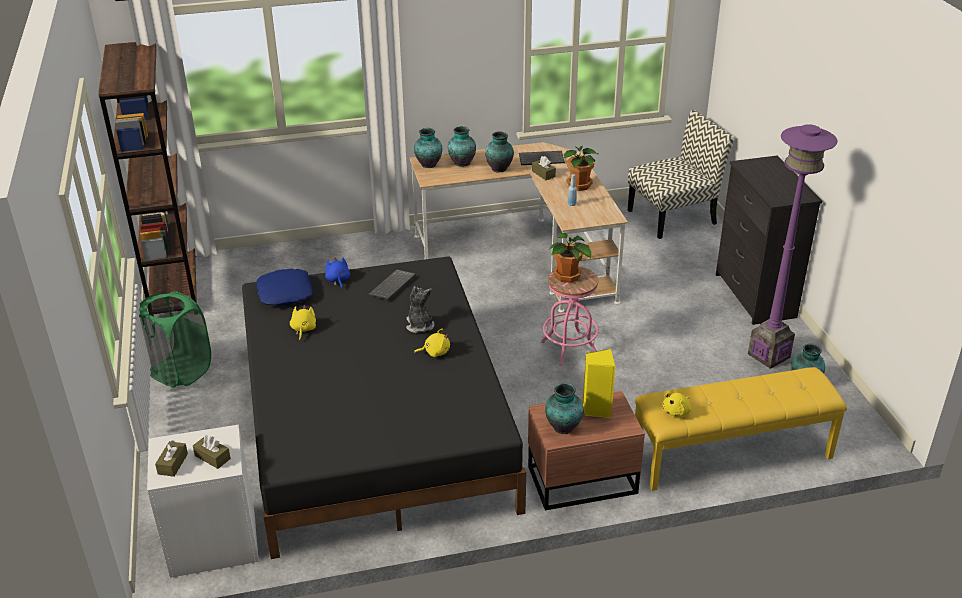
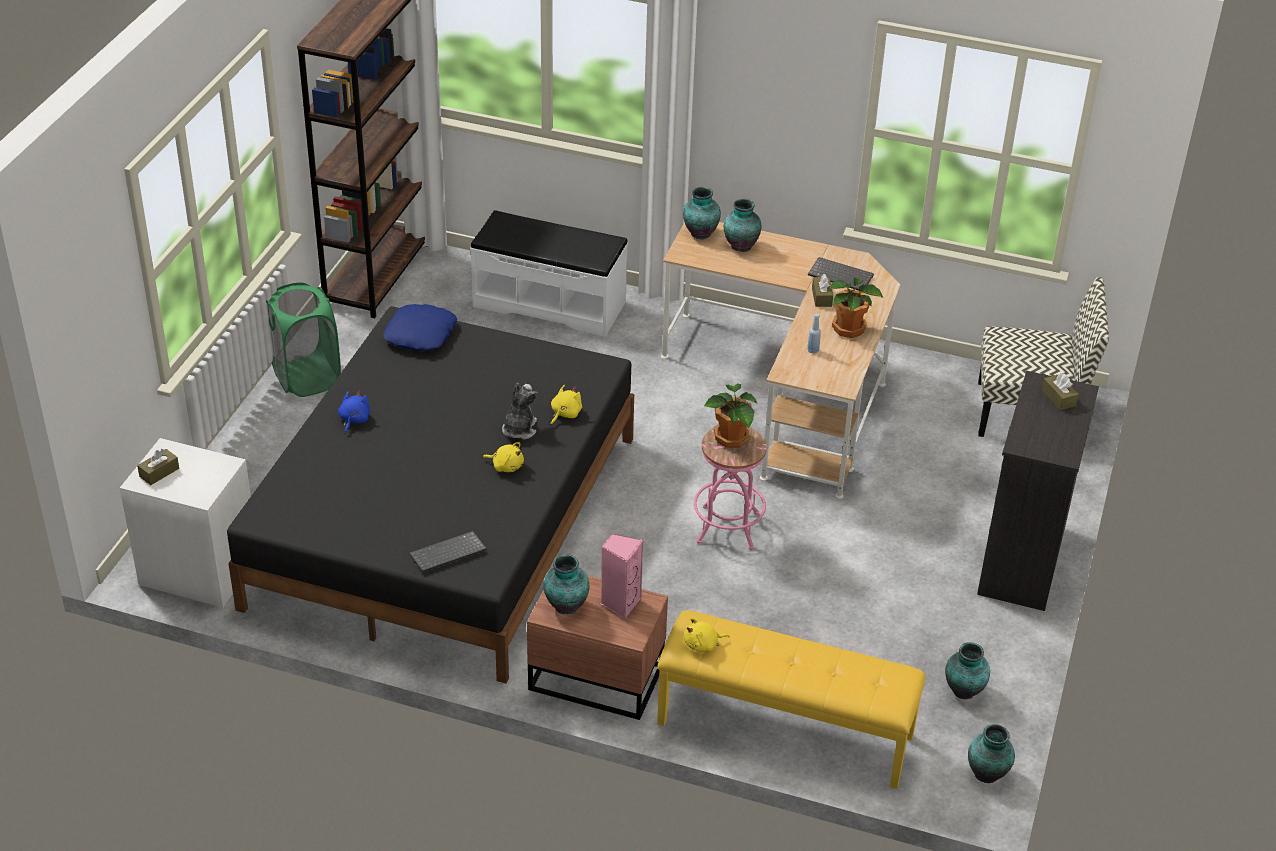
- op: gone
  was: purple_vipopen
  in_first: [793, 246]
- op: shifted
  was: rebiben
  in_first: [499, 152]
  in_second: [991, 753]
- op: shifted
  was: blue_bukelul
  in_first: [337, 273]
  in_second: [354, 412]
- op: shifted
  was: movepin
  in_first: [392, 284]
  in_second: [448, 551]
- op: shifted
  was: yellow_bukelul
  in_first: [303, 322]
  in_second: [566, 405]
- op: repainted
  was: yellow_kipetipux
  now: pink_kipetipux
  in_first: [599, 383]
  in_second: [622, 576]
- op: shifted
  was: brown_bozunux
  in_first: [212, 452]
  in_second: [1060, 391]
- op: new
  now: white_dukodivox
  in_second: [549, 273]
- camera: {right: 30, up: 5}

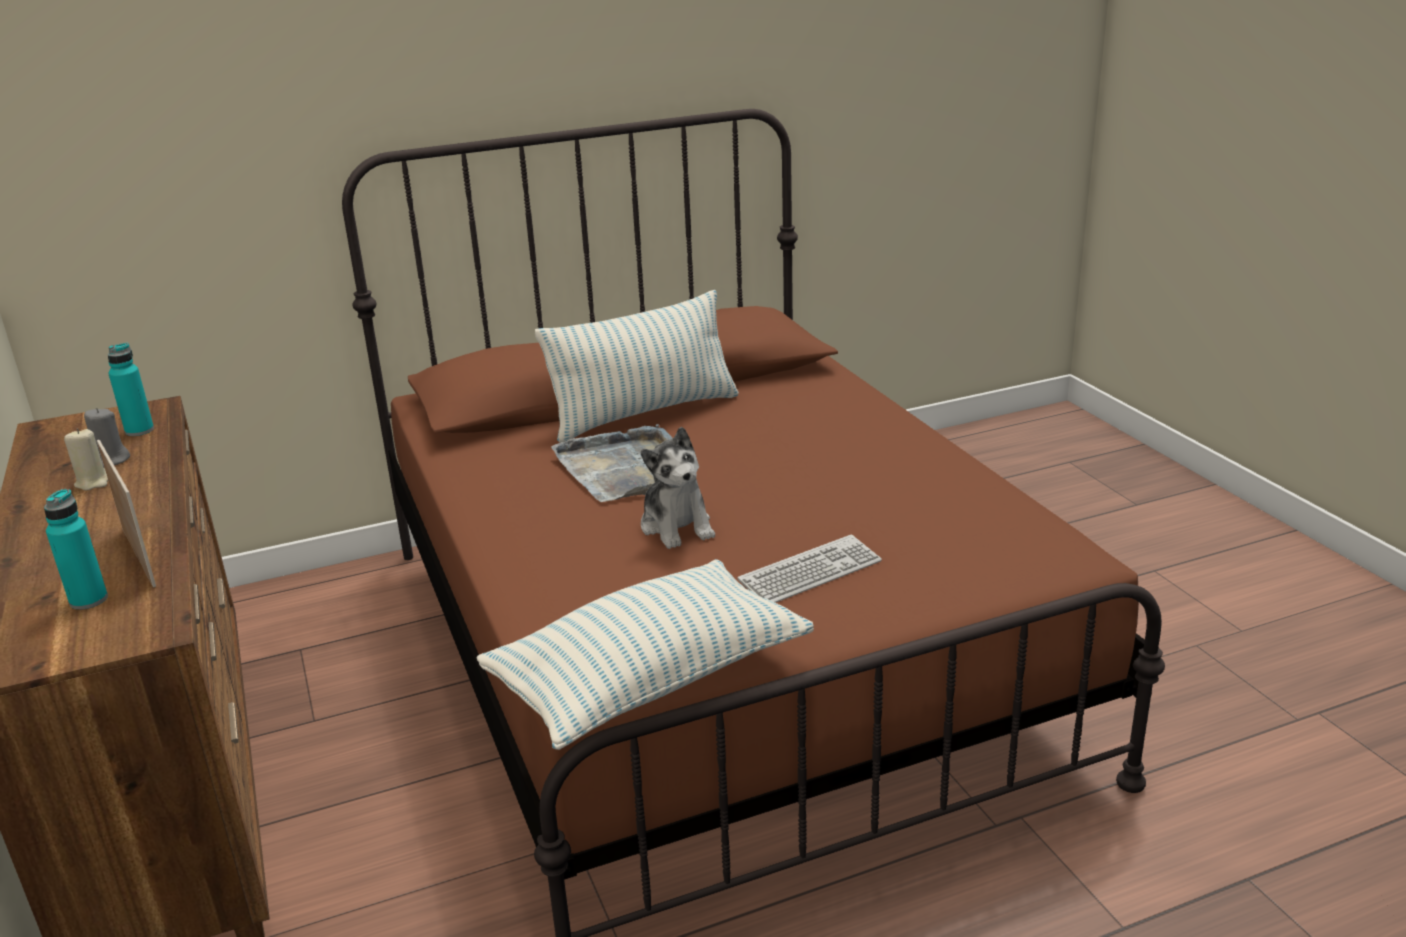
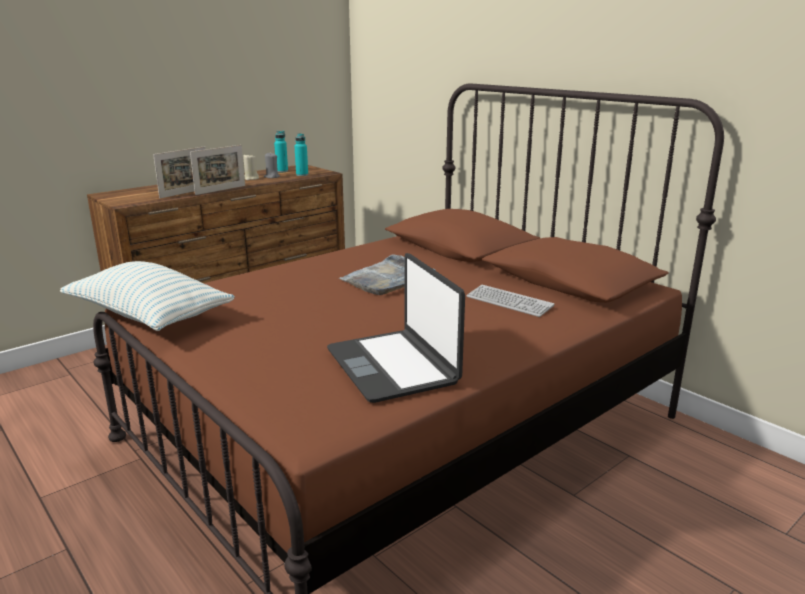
- op: gone
  was: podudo
  in_first: [637, 366]
- op: gone
  was: bukelul
  in_first: [678, 488]
- op: shifted
  was: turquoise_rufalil
  in_first: [76, 549]
  in_second: [281, 151]
- op: shifted
  was: movepin
  in_first: [810, 569]
  in_second: [510, 301]
- op: new
  now: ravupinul
  in_second: [217, 170]
- op: new
  now: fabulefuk
  in_second: [396, 328]
- camera: {right: 70, up: -5}

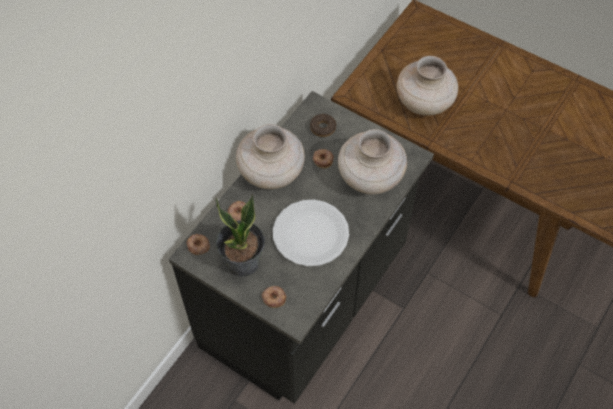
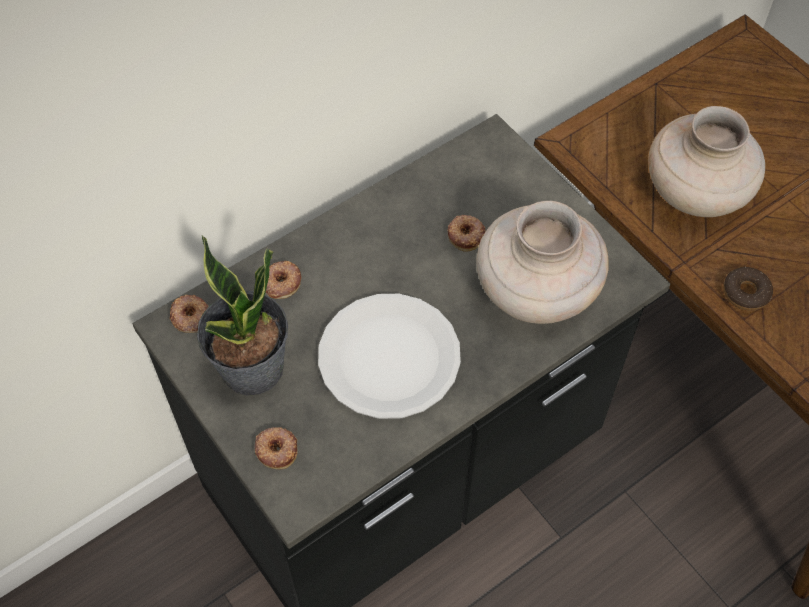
- op: shifted
  was: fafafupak
  in_first: [323, 125]
  in_second: [748, 289]
- op: gone
  was: beige_rebiben
  in_first: [270, 156]
- camera: {right: 20, up: 0}

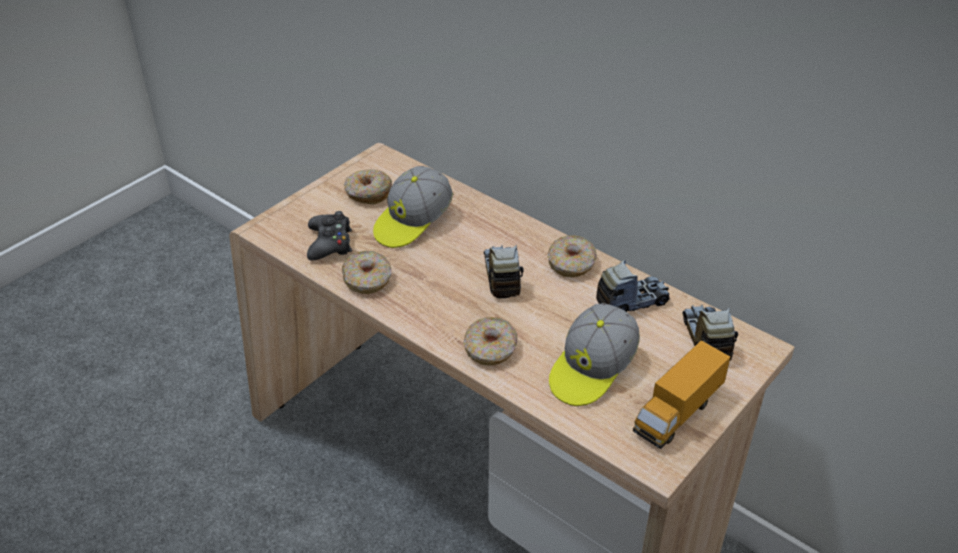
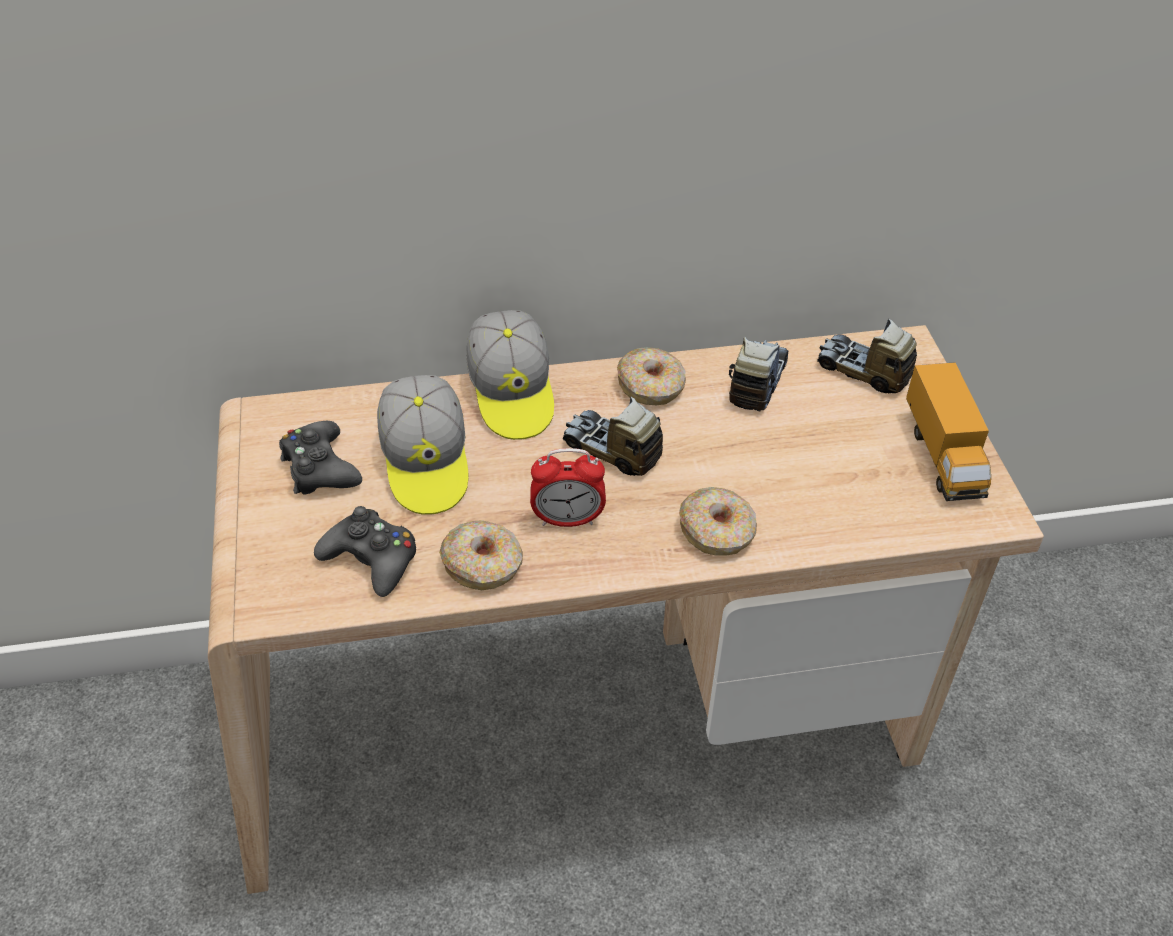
- op: swapped
  was: fafafupak
  now: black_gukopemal
  in_first: [368, 186]
  in_second: [320, 458]
- op: shifted
  was: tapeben
  in_first: [594, 354]
  in_second: [510, 375]
- op: new
  now: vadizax
  in_second: [568, 487]
- camera: {right: -50, up: 5}

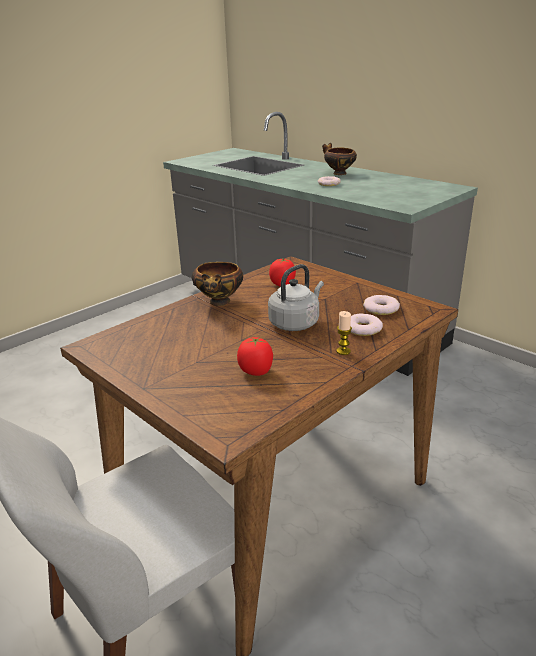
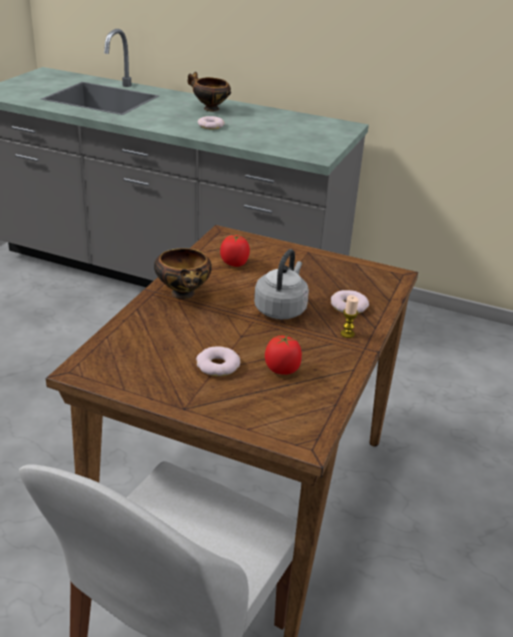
- op: shifted
  was: fafafupak
  in_first: [381, 305]
  in_second: [218, 361]
- camera: {right: -25, up: 5}

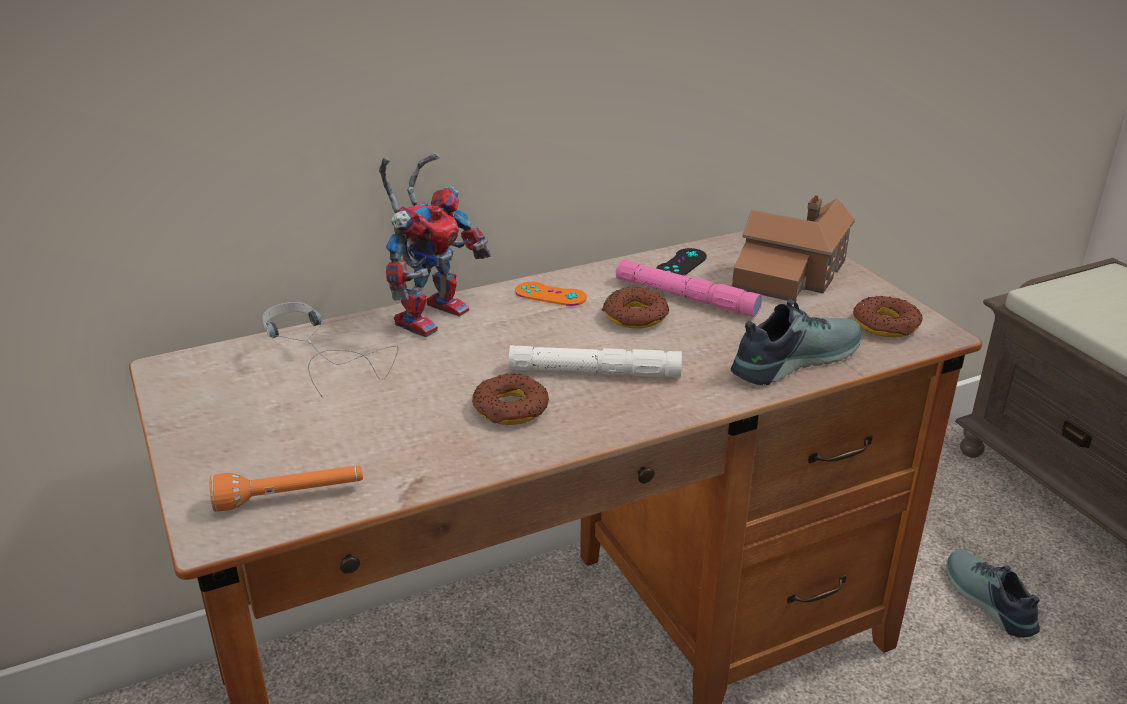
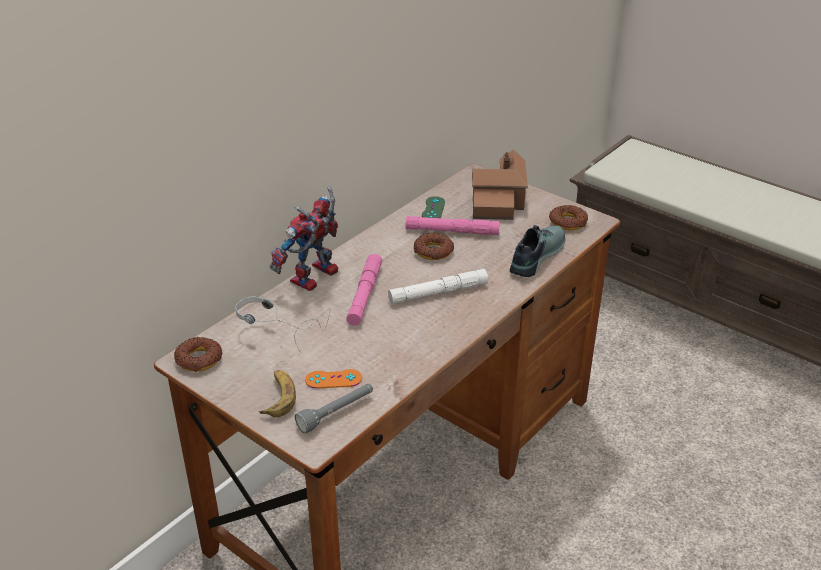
- op: rotated
  was: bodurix
  in_first: [435, 245]
  in_second: [304, 239]
  clockwise: -150
- op: repainted
  was: black_gukopemal
  now: green_gukopemal
  in_first: [681, 262]
  in_second: [433, 207]
- op: shifted
  was: orange_gukopemal
  in_first: [551, 294]
  in_second: [333, 379]
- op: shifted
  was: fafafupak
  in_first: [510, 399]
  in_second: [198, 354]
- op: repainted
  was: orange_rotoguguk
  now: grey_rotoguguk
  in_first: [286, 488]
  in_second: [334, 408]
- op: gone
  was: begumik
  in_first: [993, 594]
- op: new
  now: pink_rotoguguk
  in_second: [364, 290]
- op: new
  now: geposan
  in_second: [277, 393]
- camera: {right: -25, up: 5}

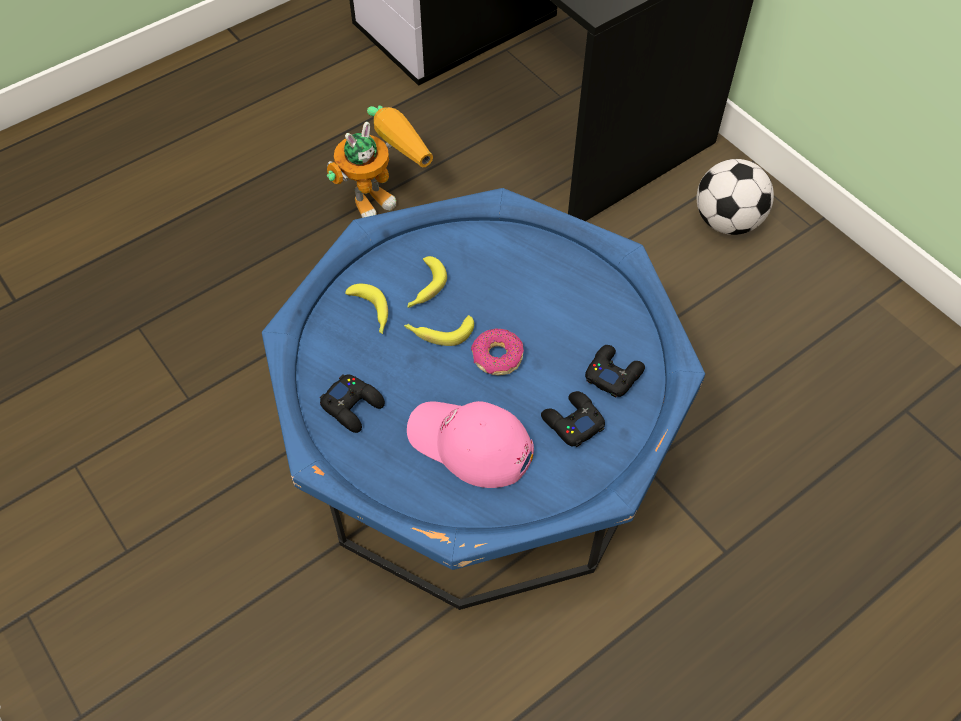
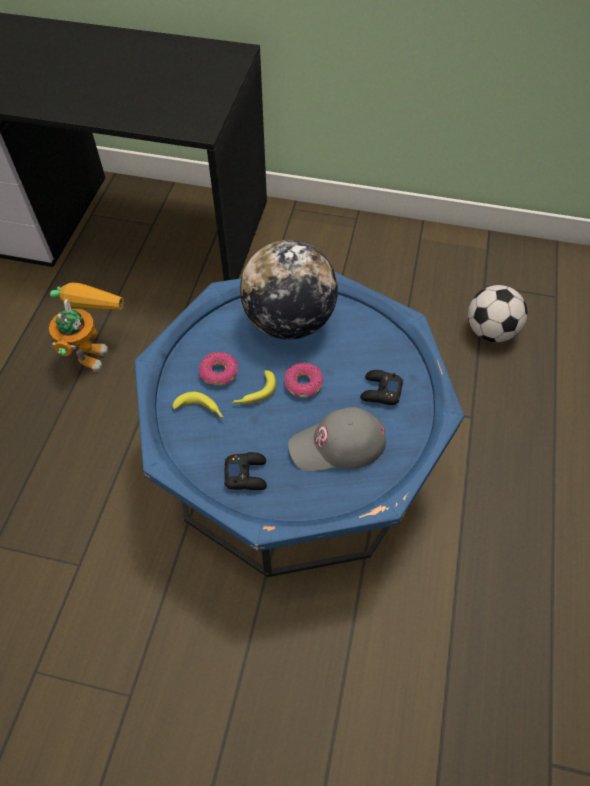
- op: shifted
  was: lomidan
  in_first: [735, 197]
  in_second: [497, 313]
- op: swapped
  was: geposan
  now: fafafupak
  in_first: [427, 282]
  in_second: [218, 369]
- op: gone
  was: black_gukopemal
  in_first: [615, 371]
- op: repainted
  was: pink_tapeben
  now: grey_tapeben
  in_first: [470, 444]
  in_second: [337, 439]
- op: new
  now: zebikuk
  in_second: [289, 290]
- camera: {right: -40, up: 0}

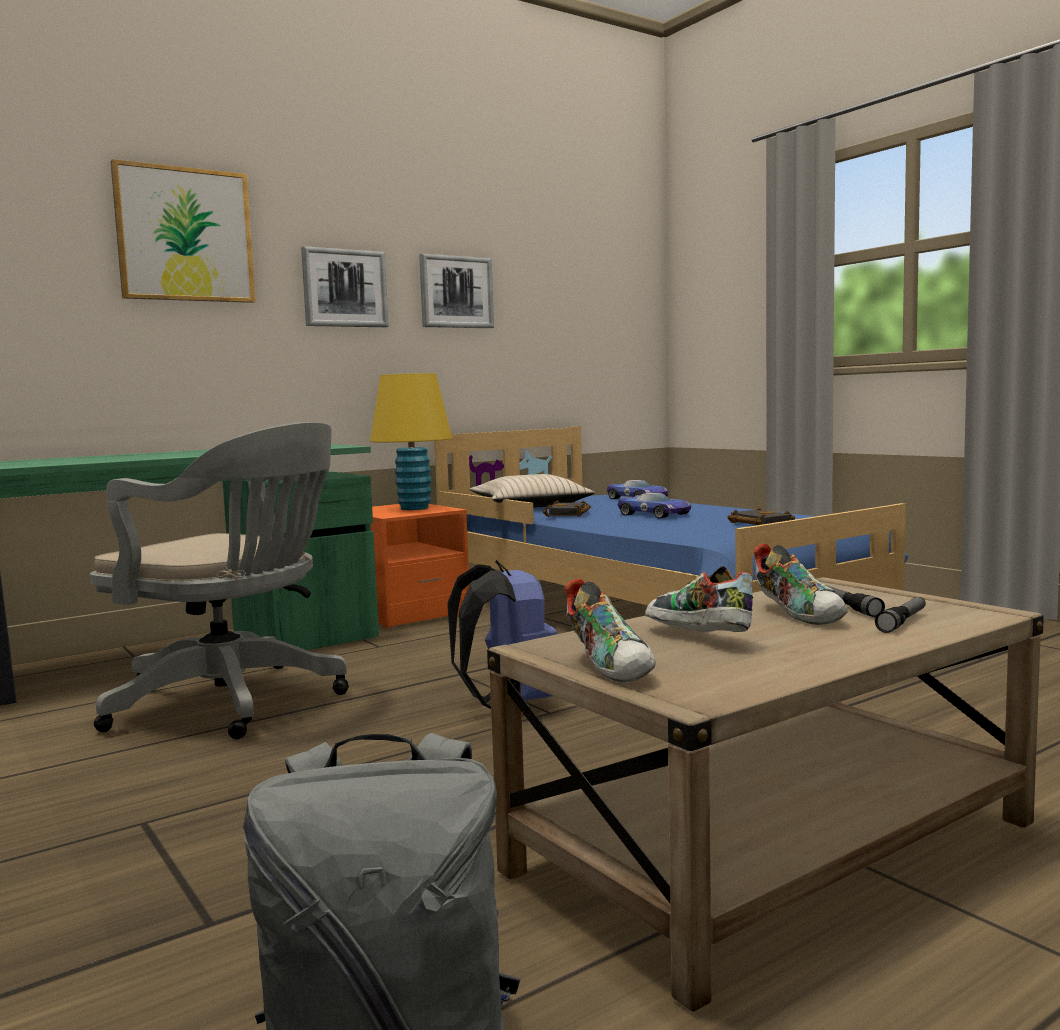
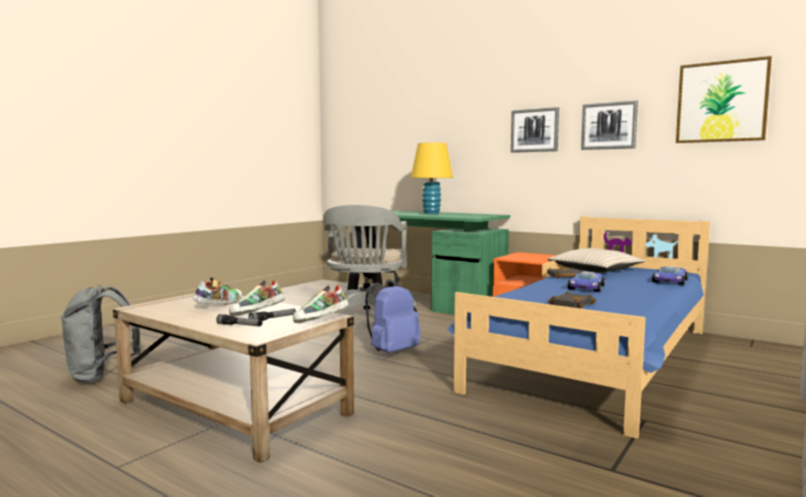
- op: shifted
  was: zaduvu
  in_first: [183, 231]
  in_second: [724, 99]
- op: shifted
  was: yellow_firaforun
  in_first: [411, 441]
  in_second: [432, 178]
- op: shifted
  was: begumik
  in_first: [610, 631]
  in_second: [321, 304]
- camera: {right: 70, up: 0}

